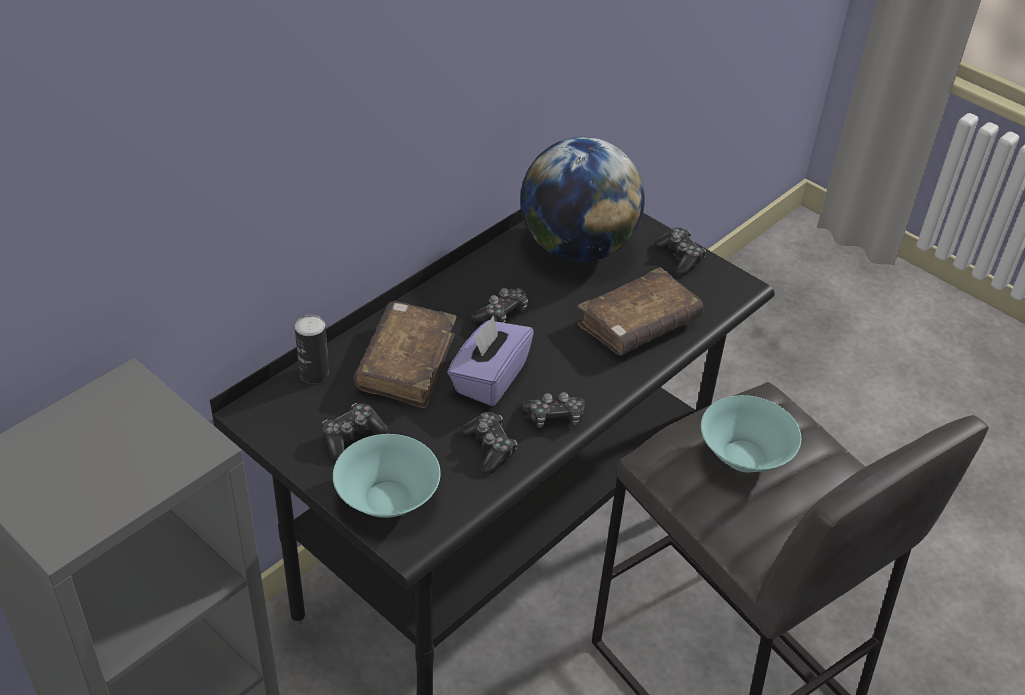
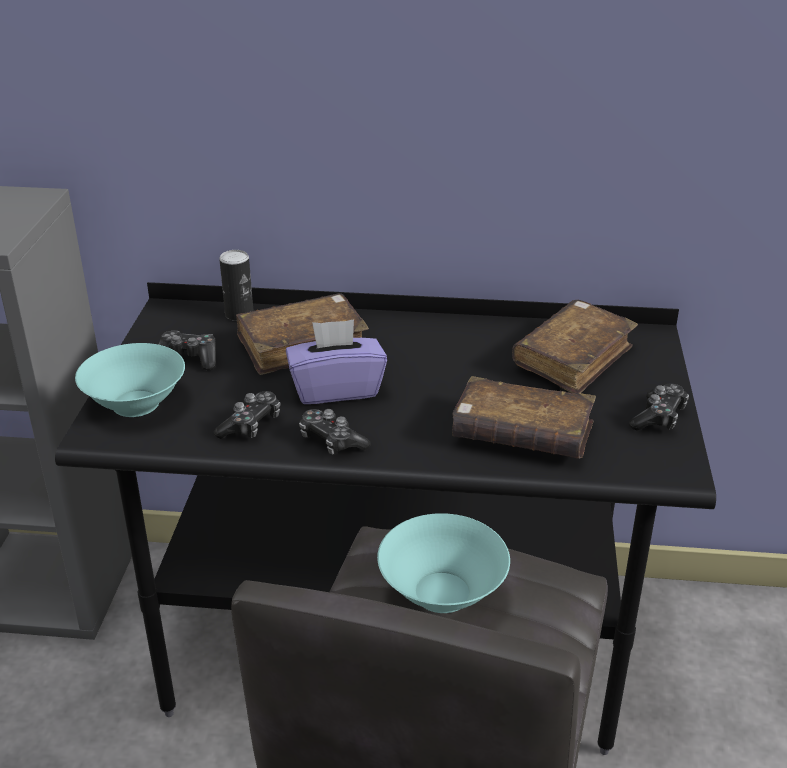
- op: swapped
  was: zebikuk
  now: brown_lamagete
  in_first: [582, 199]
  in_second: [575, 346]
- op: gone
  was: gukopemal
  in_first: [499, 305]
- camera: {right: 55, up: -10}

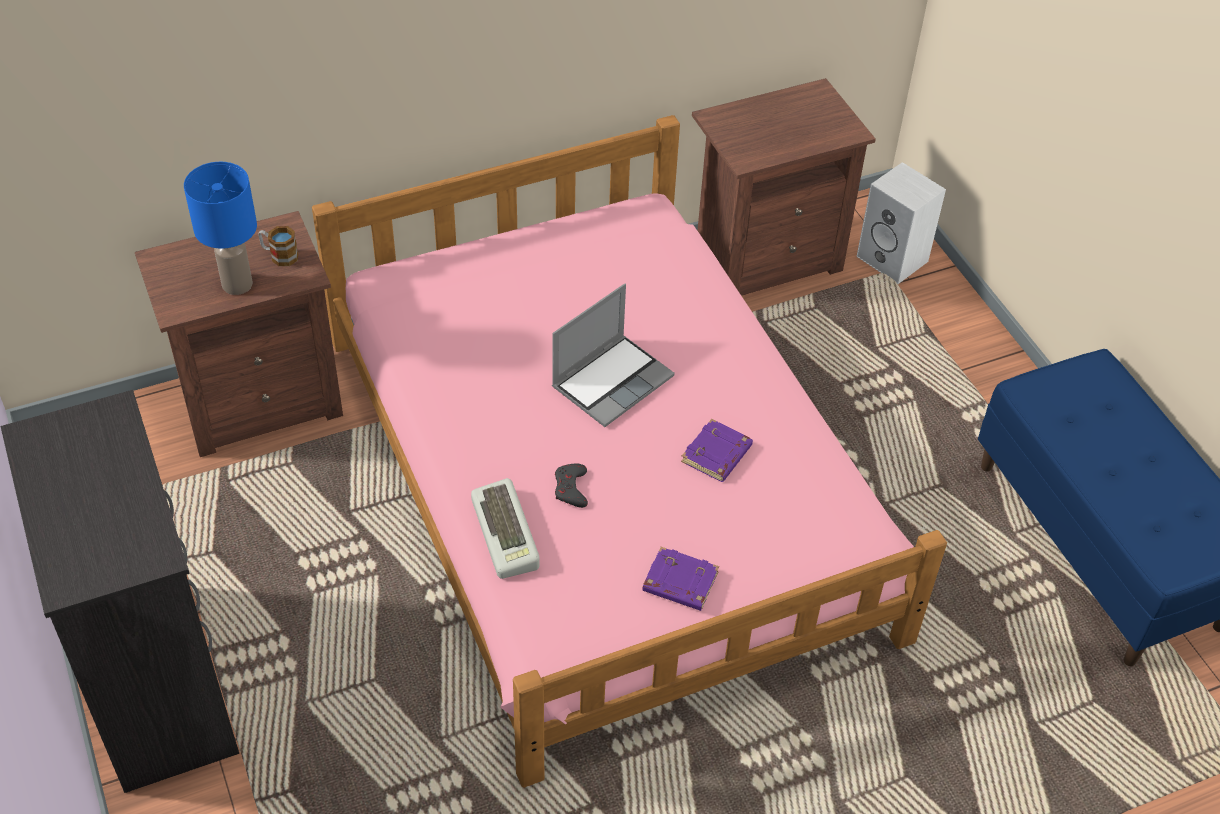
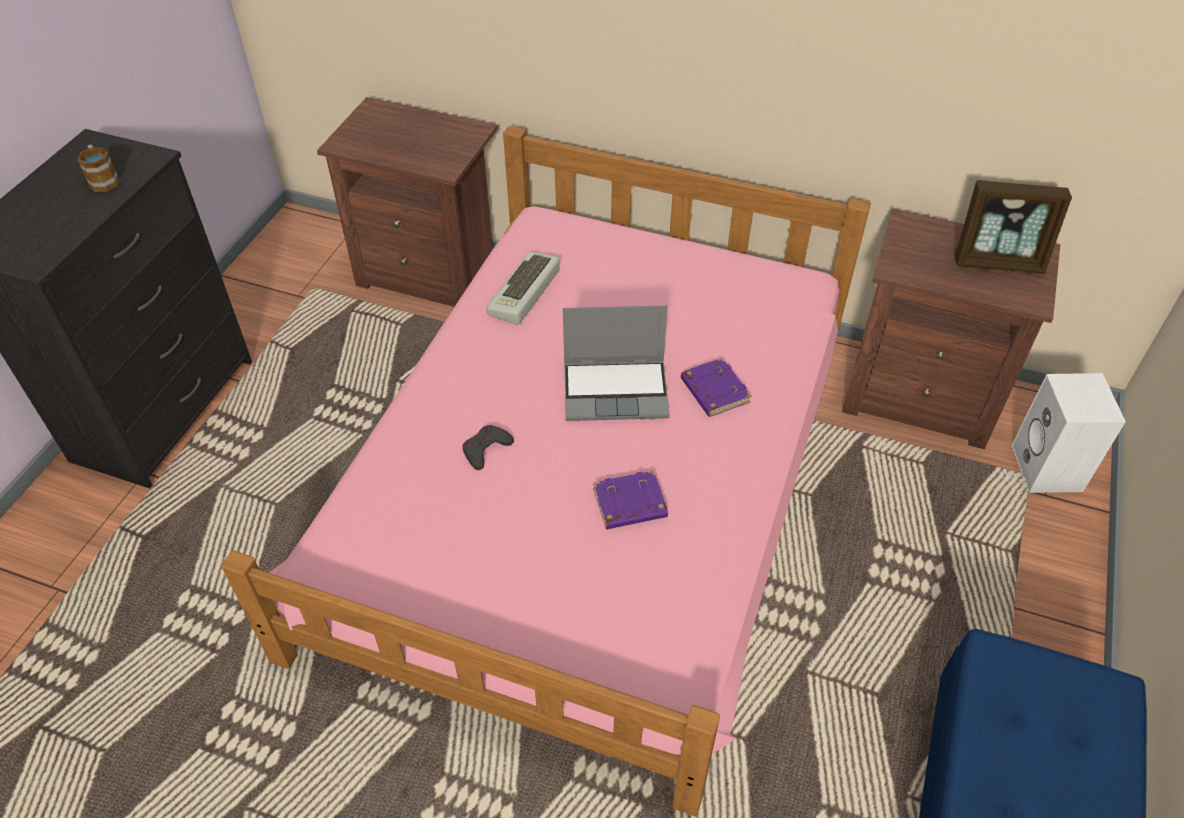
- op: gone
  was: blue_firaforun
  in_first: [220, 228]
- op: shifted
  was: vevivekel
  in_first: [278, 246]
  in_second: [98, 168]
- op: shifted
  was: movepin
  in_first: [505, 528]
  in_second: [523, 288]
- op: shifted
  was: purple_lamagete
  in_first: [680, 579]
  in_second: [716, 387]
- op: new
  now: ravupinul
  in_second: [1013, 227]
- camera: {right: 45, up: 0}

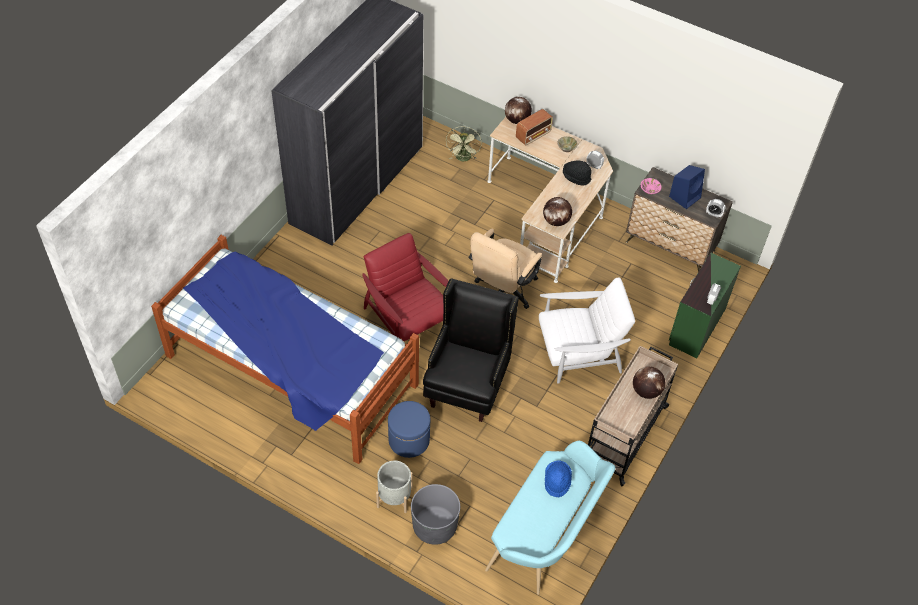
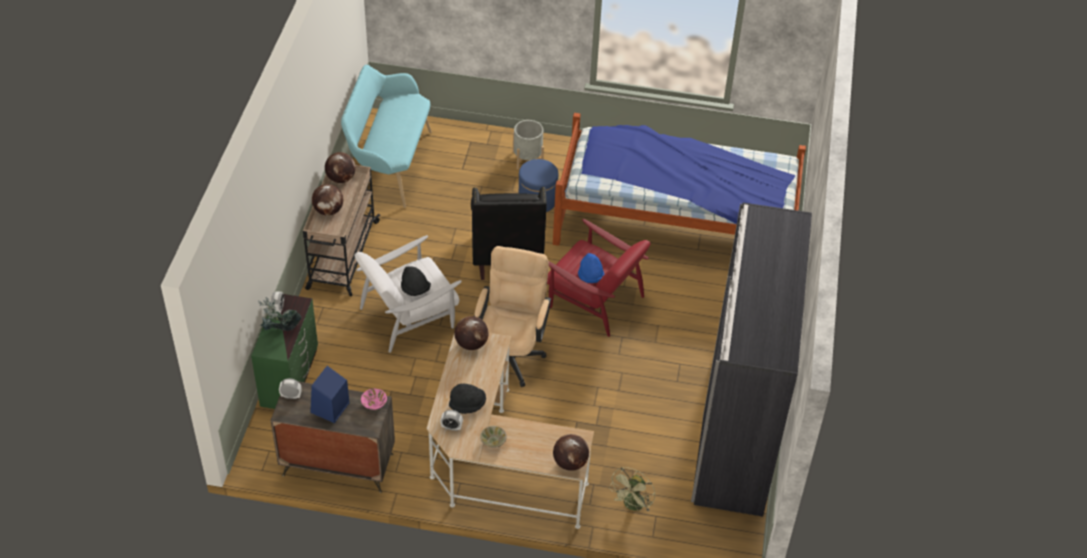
- op: gone
  was: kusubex
  in_first: [534, 127]
- op: rotated
  was: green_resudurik
  in_first: [464, 143]
  in_second: [632, 489]
  clockwise: -135
- op: shifted
  was: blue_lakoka
  in_first: [558, 479]
  in_second: [591, 268]
- op: gone
  was: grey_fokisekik
  in_first: [435, 514]
- op: new
  now: zebikuk
  in_second: [340, 167]
- op: new
  now: black_lakoka
  in_second: [416, 281]
- op: new
  now: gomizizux
  in_second: [280, 314]
- camera: {right: 160, up: -5}

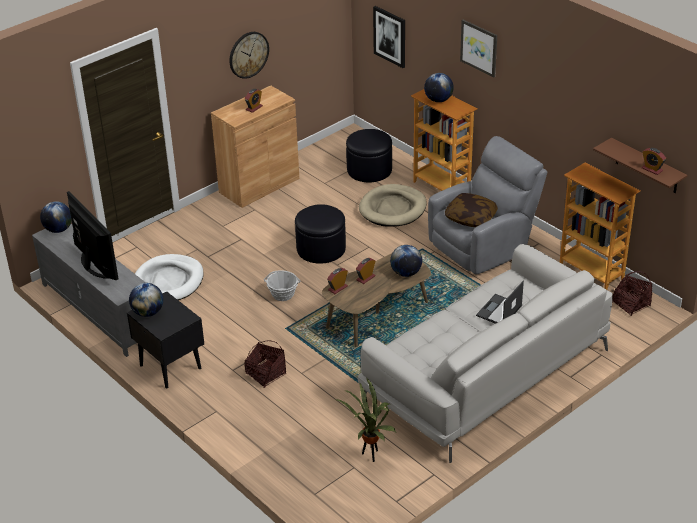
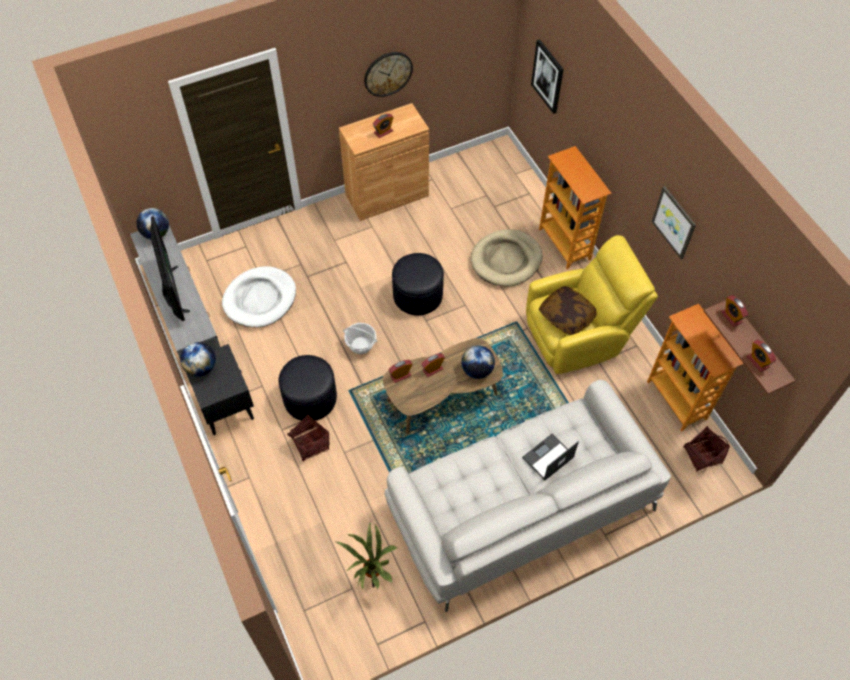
- op: shifted
  was: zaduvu
  in_first: [478, 48]
  in_second: [674, 222]
- op: gone
  was: zebikuk
  in_first: [439, 87]
- op: shifted
  was: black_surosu
  in_first: [369, 155]
  in_second: [307, 388]
- op: repainted
  was: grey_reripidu
  now: yellow_reripidu
  in_first: [488, 205]
  in_second: [592, 304]
- op: new
  now: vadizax
  in_second: [734, 311]
- camera: {right: 15, up: 20}

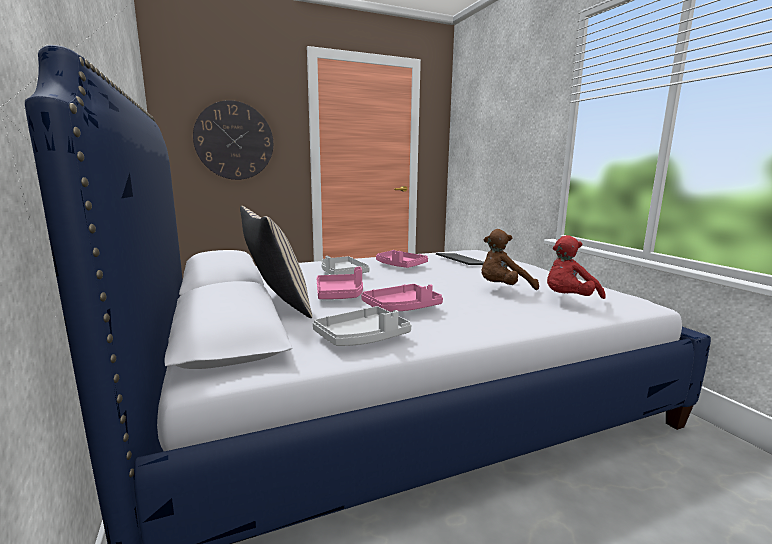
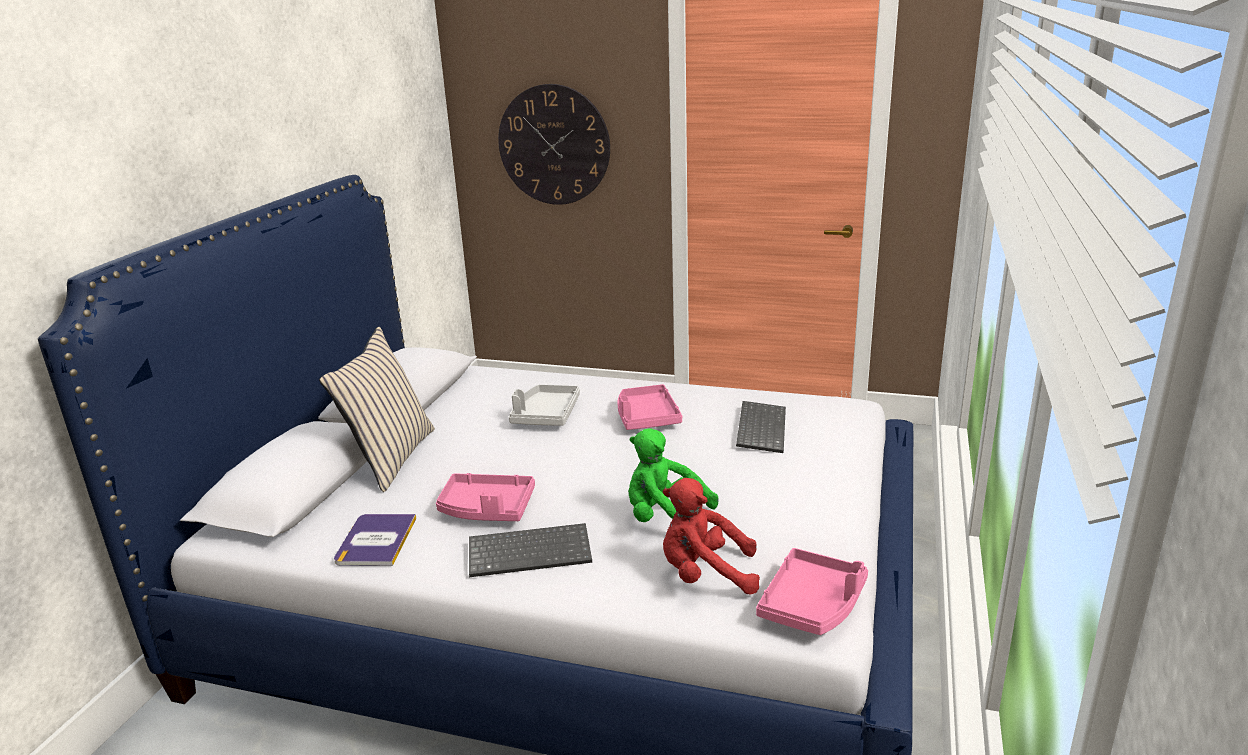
- op: repainted
  was: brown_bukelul
  now: green_bukelul
  in_first: [510, 259]
  in_second: [673, 477]
- op: shifted
  was: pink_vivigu
  in_first: [340, 283]
  in_second: [812, 591]
- op: swapped
  was: grey_vivigu
  now: lamagete
  in_first: [362, 326]
  in_second: [375, 540]
- op: new
  now: movepin
  in_second: [530, 550]
- camera: {right: 40, up: 10}

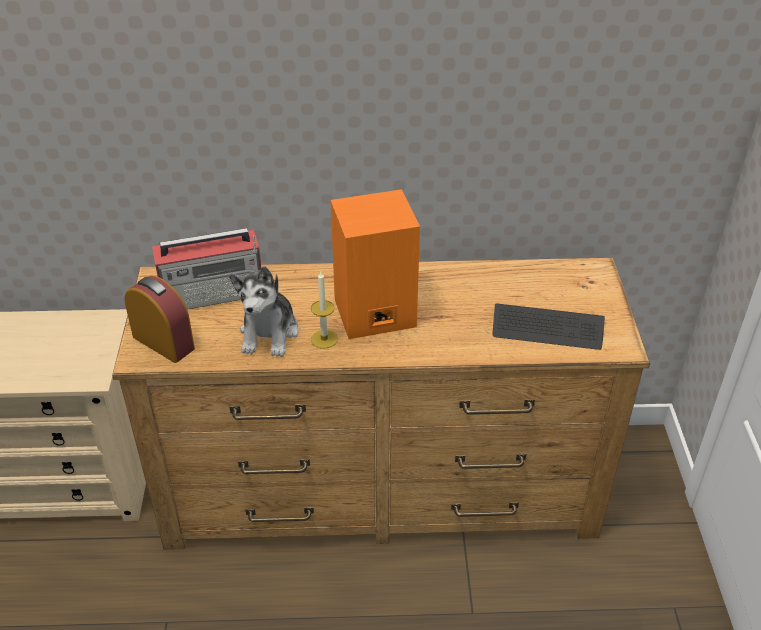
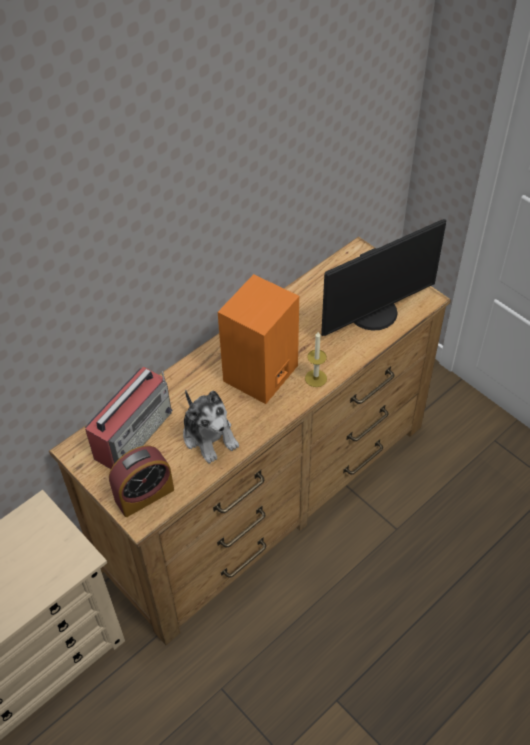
- op: shifted
  was: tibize
  in_first: [324, 310]
  in_second: [316, 359]
- op: rotated
  was: vadizax
  in_first: [159, 319]
  in_second: [141, 481]
  clockwise: 150
- op: swapped
  was: movepin
  now: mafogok
  in_first: [548, 326]
  in_second: [383, 277]
- camera: {right: -40, up: 10}

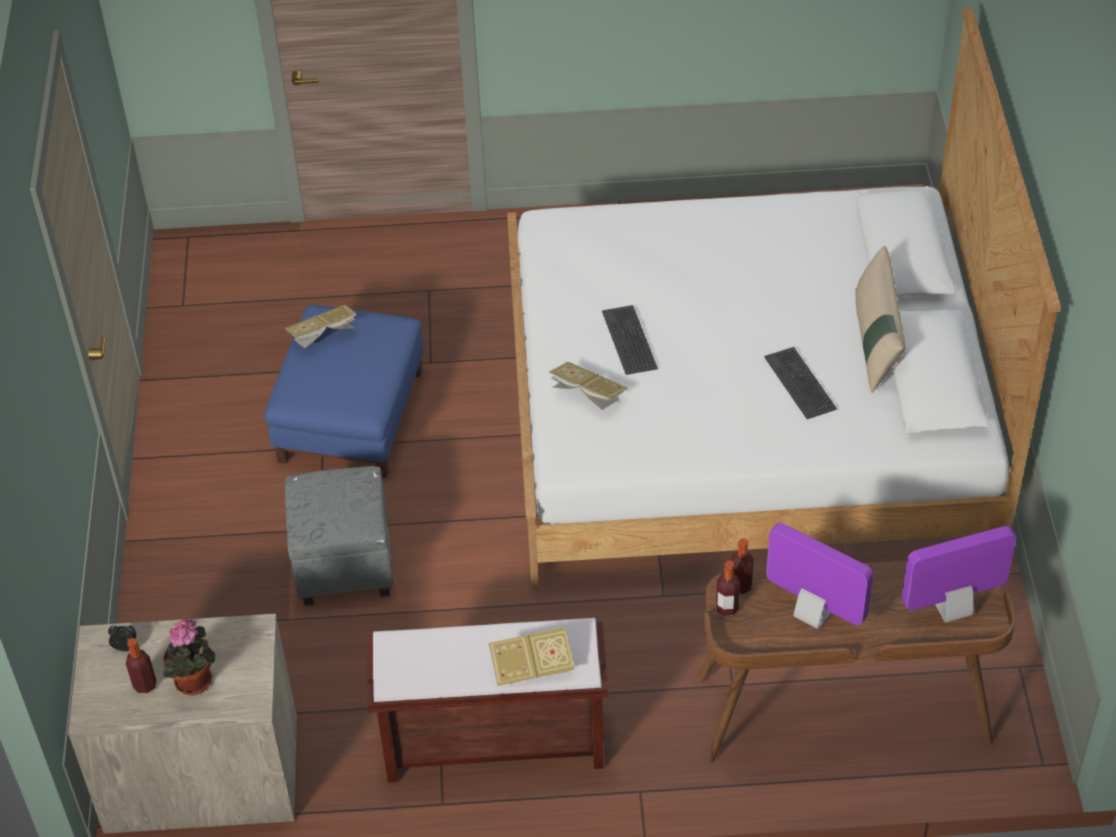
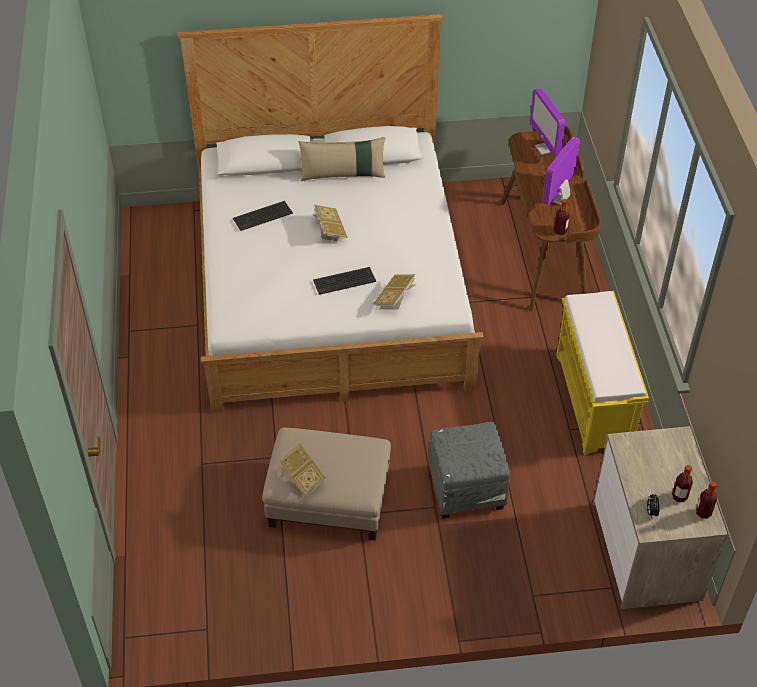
- op: repainted
  was: blue_surosu
  now: beige_surosu
  in_first: [344, 391]
  in_second: [326, 484]
- op: shifted
  was: movepin
  in_first: [800, 383]
  in_second: [263, 216]
- op: shifted
  was: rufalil
  in_first: [742, 566]
  in_second: [706, 500]
- op: repainted
  was: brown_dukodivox
  now: yellow_dukodivox
  in_first: [488, 700]
  in_second: [602, 373]
- op: gone
  was: gomizizux
  in_first: [189, 657]
- op: shifted
  was: lamagete
  in_first: [532, 656]
  in_second: [330, 223]
- camera: {right: -95, up: 0}

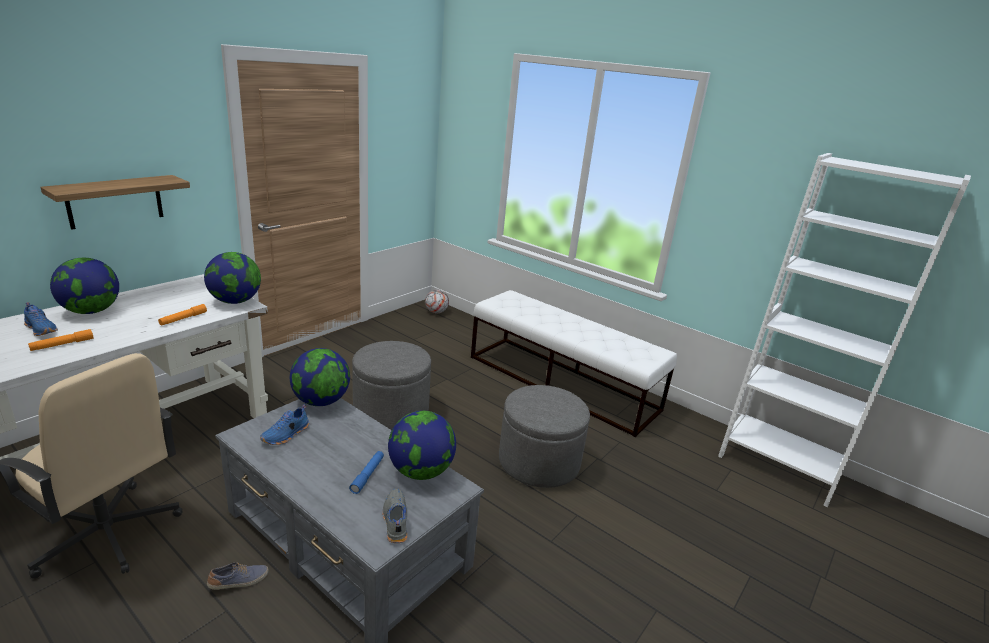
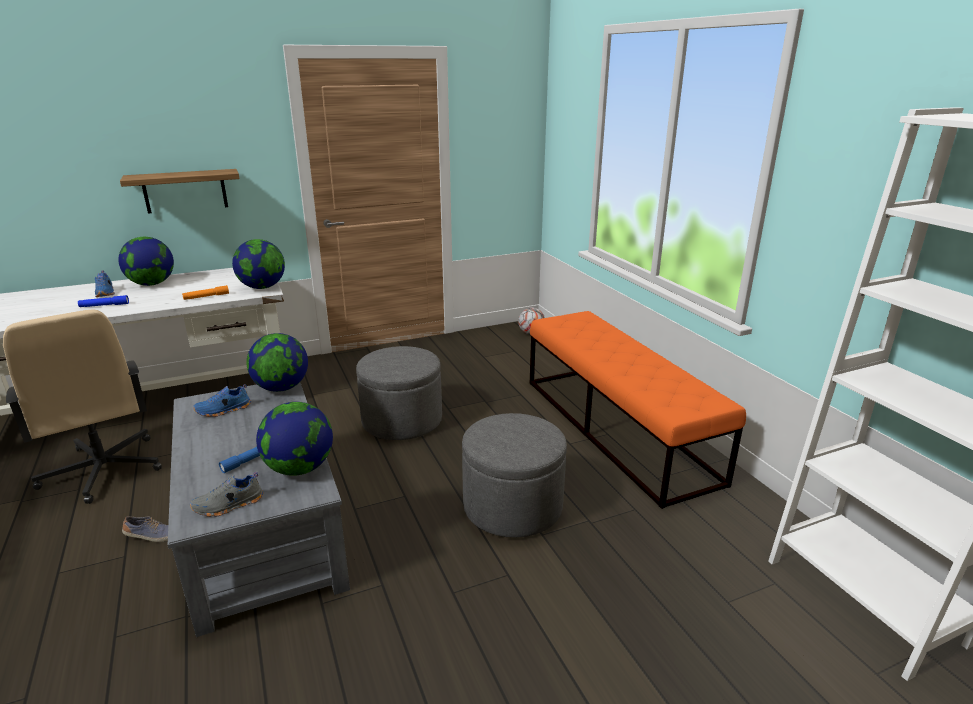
- op: repainted
  was: white_dukodivox
  now: orange_dukodivox
  in_first: [574, 363]
  in_second: [638, 410]
- op: repainted
  was: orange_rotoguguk
  now: blue_rotoguguk
  in_first: [60, 340]
  in_second: [103, 301]
- op: rotated
  was: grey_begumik
  in_first: [395, 516]
  in_second: [227, 494]
  clockwise: -135
- camera: {right: 30, up: 0}

